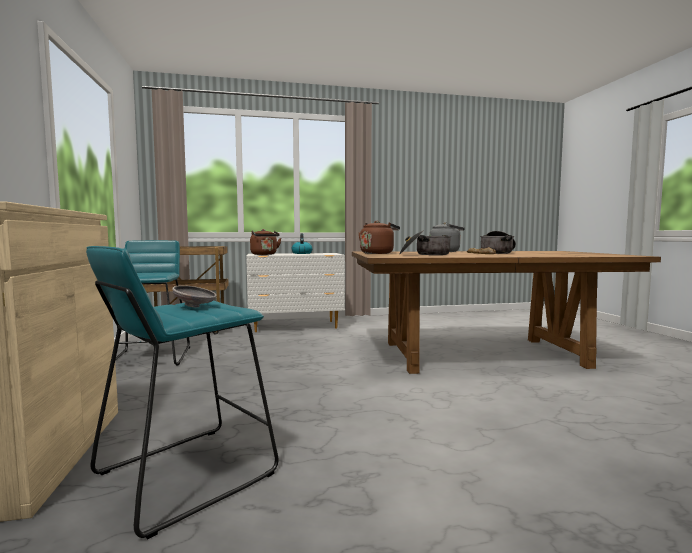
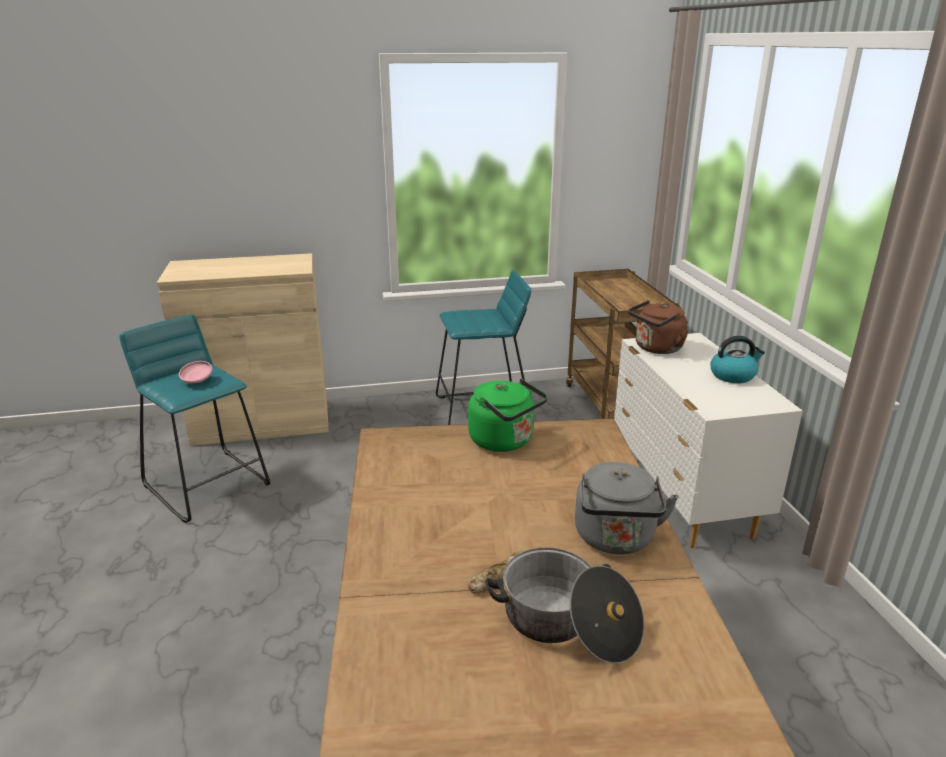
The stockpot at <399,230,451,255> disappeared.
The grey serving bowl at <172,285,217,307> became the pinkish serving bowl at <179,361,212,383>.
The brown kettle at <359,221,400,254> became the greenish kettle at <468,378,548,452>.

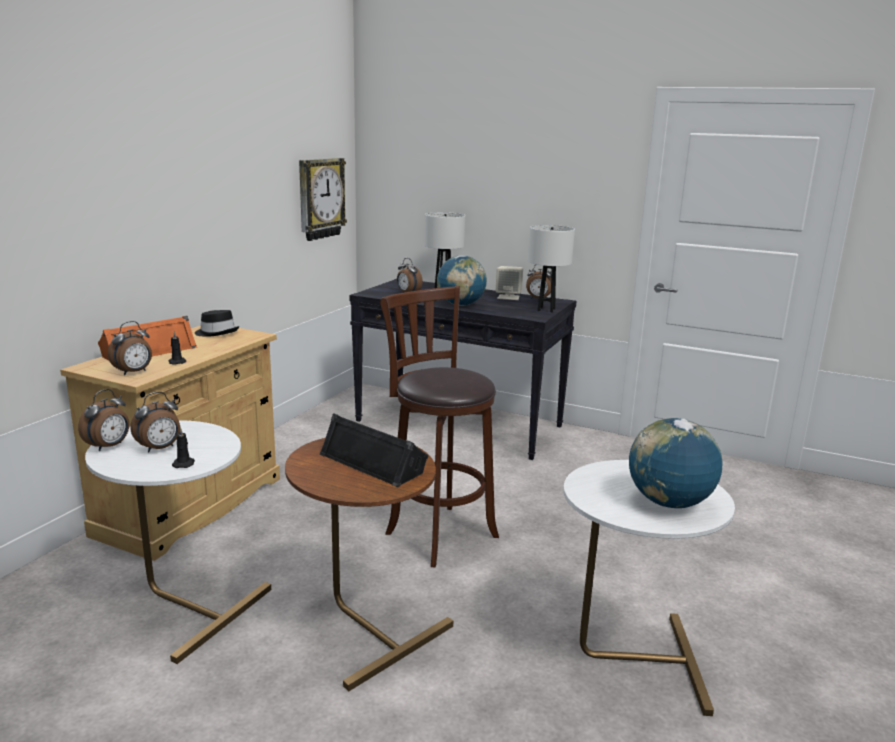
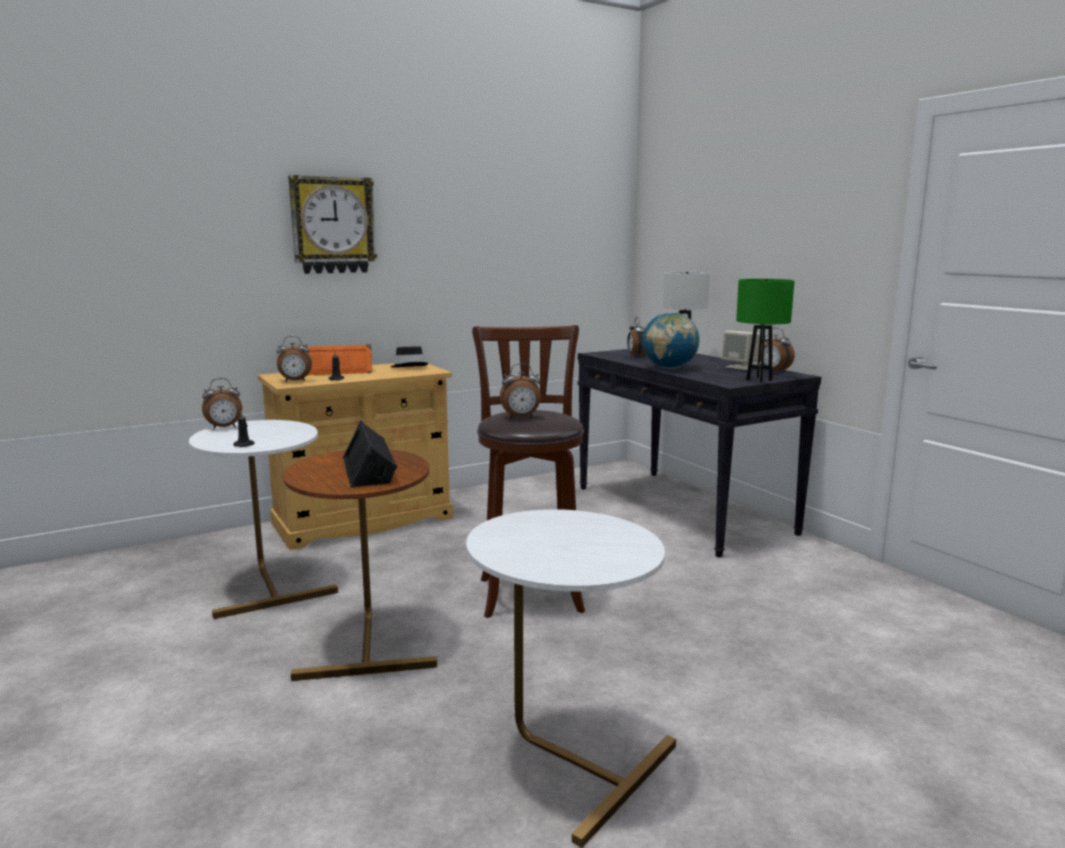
The world globe at <629,418,723,508> disappeared.
The table clock moved from <130,392,180,453> to <500,363,541,419>.
The hanging clock moved from <299,158,347,241> to <288,175,377,274>.
The white tabletop lamp at <528,225,575,313> became the greenish tabletop lamp at <736,279,795,382>.

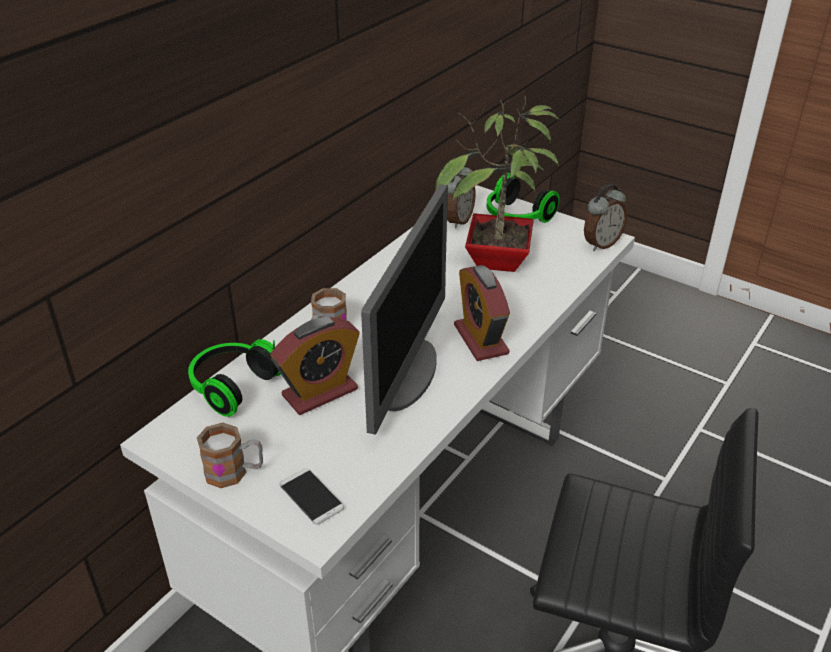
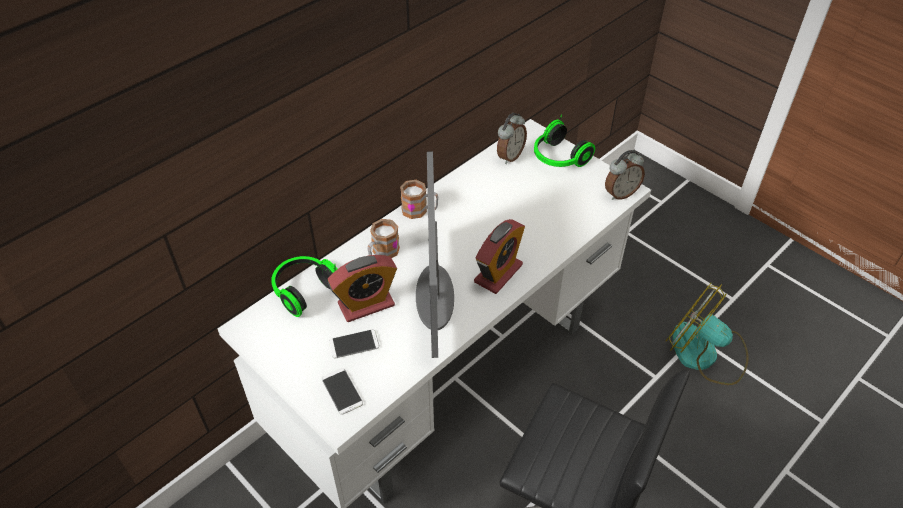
The potted plant at <435,96,561,272> disappeared.
The handset at <329,329,380,358> appeared.
The cooling fan at <666,283,749,385> appeared.
The tea mug moved from <197,423,263,488> to <400,180,438,219>.
The monitor at <361,184,448,435> turned 150 degrees clockwise.
The table clock at <454,265,510,361> turned 135 degrees counterclockwise.

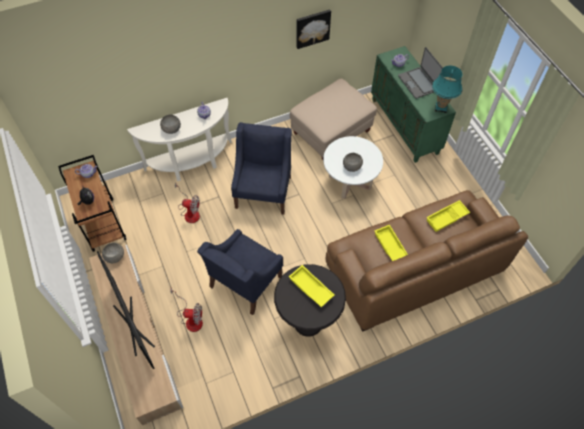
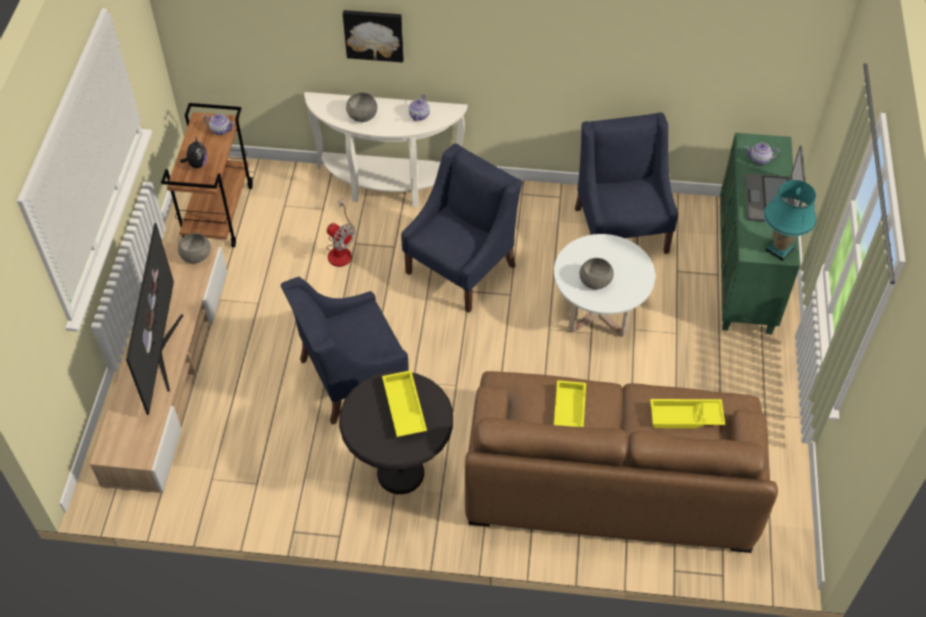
The cooling fan at <170,288,203,332> disappeared.
The picture moved from <296,9,331,49> to <343,10,404,62>.
The beige footrest at <290,78,377,160> was replaced by the bluish easy chair at <575,112,678,254>.

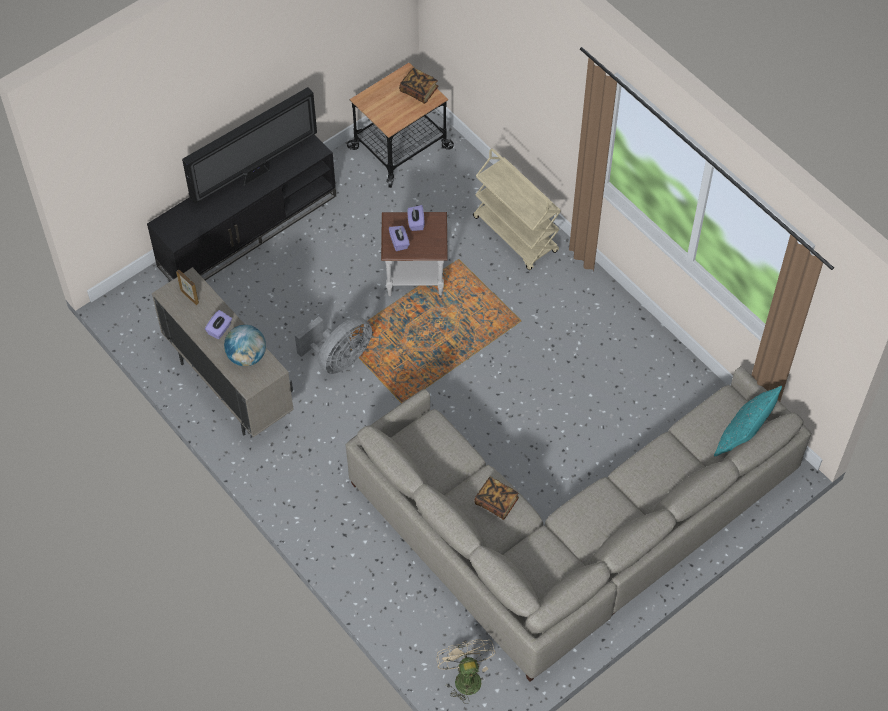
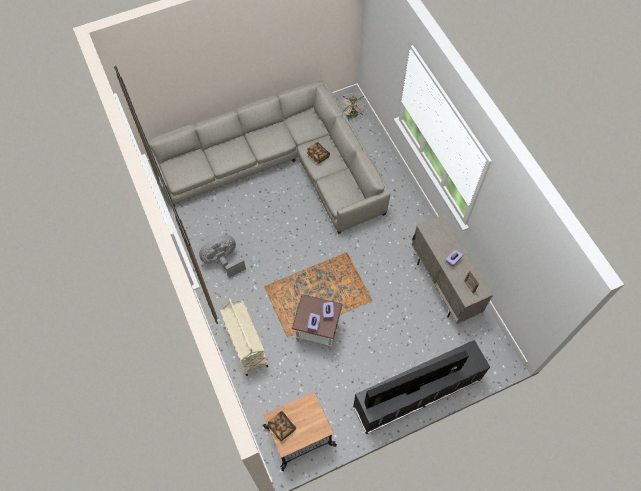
The world globe at <224,325,266,366> disappeared.
The blue-green pillow at <714,386,782,457> disappeared.
The grey cooling fan moved from <295,316,372,374> to <199,235,246,278>.

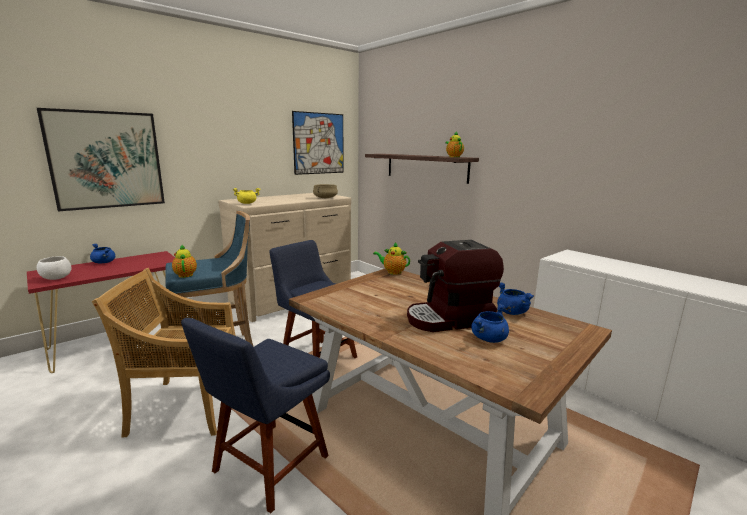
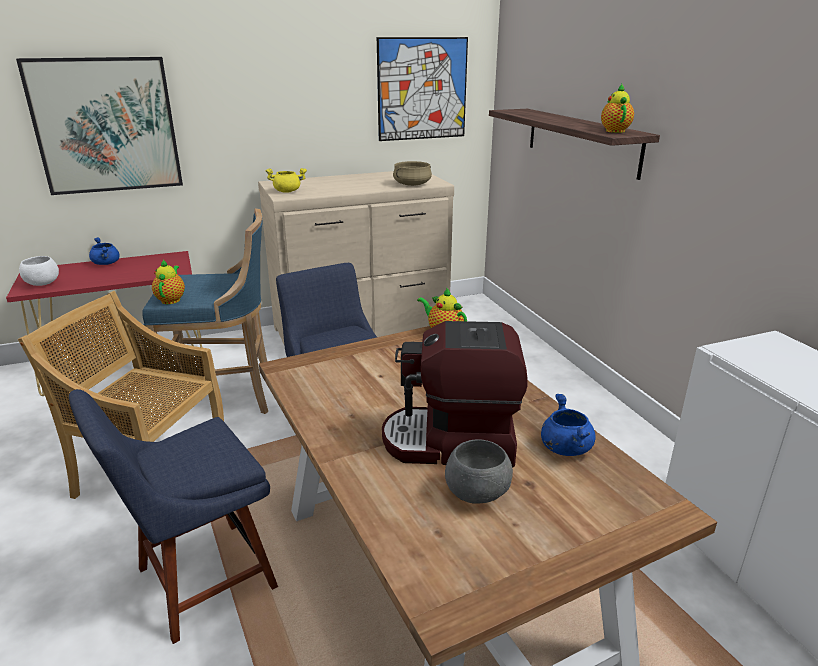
The bluish stockpot at <471,304,509,343> was replaced by the grey serving bowl at <445,439,513,503>.

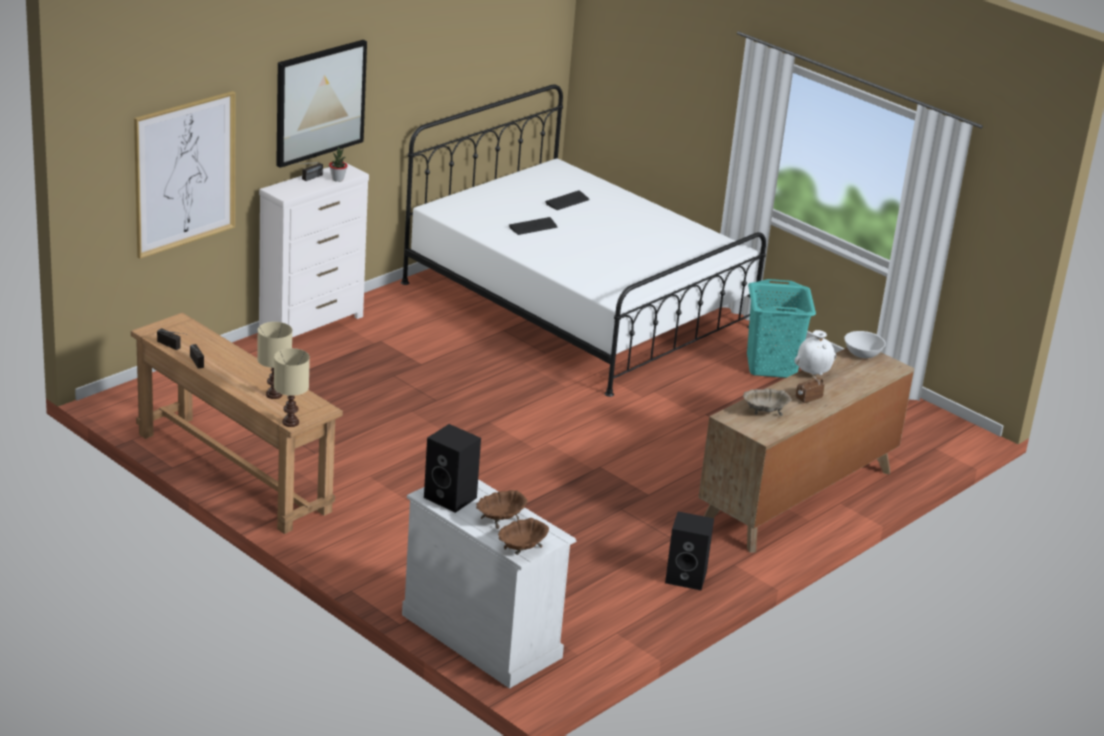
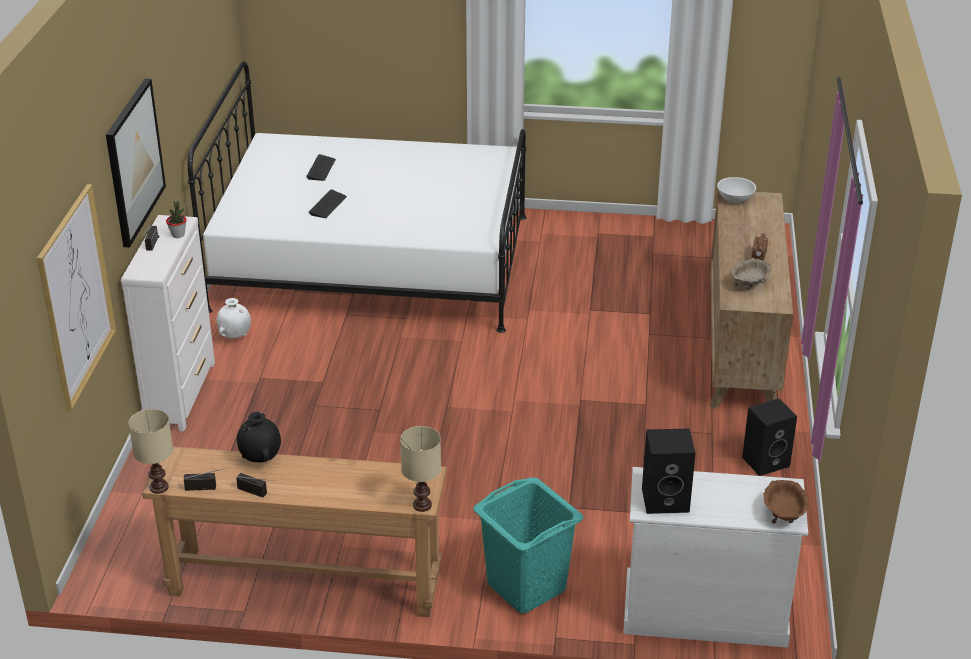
The brown serving bowl at <476,490,528,529> disappeared.
The black-coloured vase at <237,412,281,462> appeared.
The beige tabletop lamp moved from <257,322,292,399> to <128,409,173,494>.
The blue-green washing basket moved from <747,279,816,378> to <473,477,583,613>.
The white vase moved from <794,330,836,375> to <217,298,251,338>.

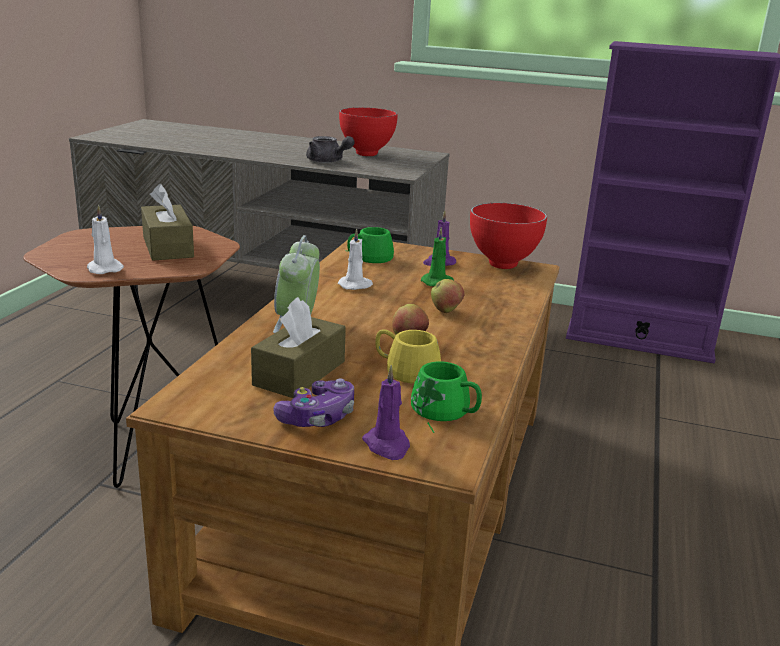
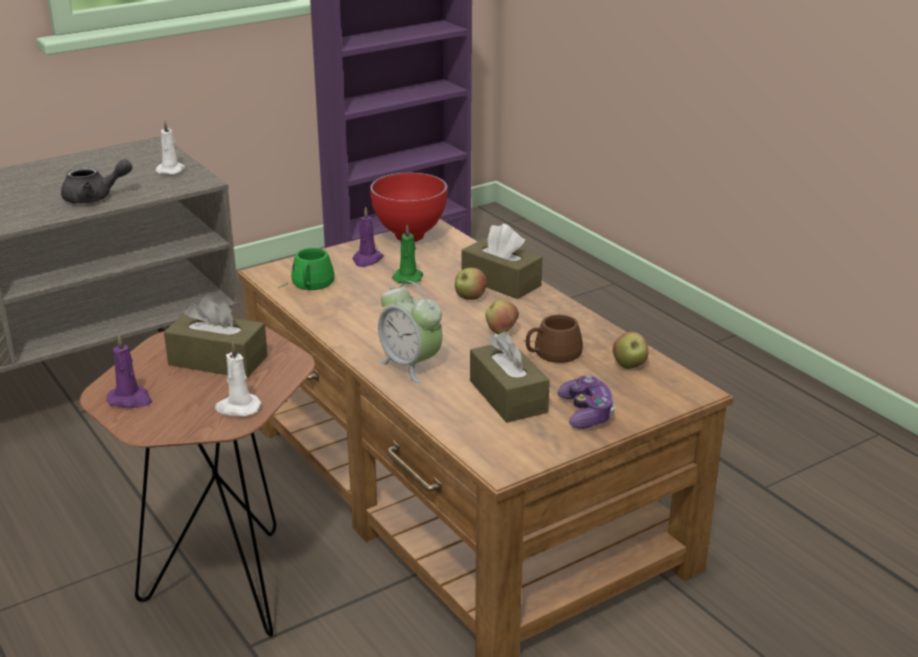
The red-coloured serving bowl at <339,107,398,156> disappeared.
The brown tissue holder at <461,223,542,299> appeared.
The white candle moved from <338,229,373,290> to <156,120,185,175>.
The purplish candle moved from <362,365,410,460> to <107,334,152,408>.
The greenish tea mug at <411,361,482,433> was replaced by the apple at <613,332,648,369>.
The yellow-coloured tea mug at <375,329,441,384> became the brown tea mug at <524,315,583,363>.

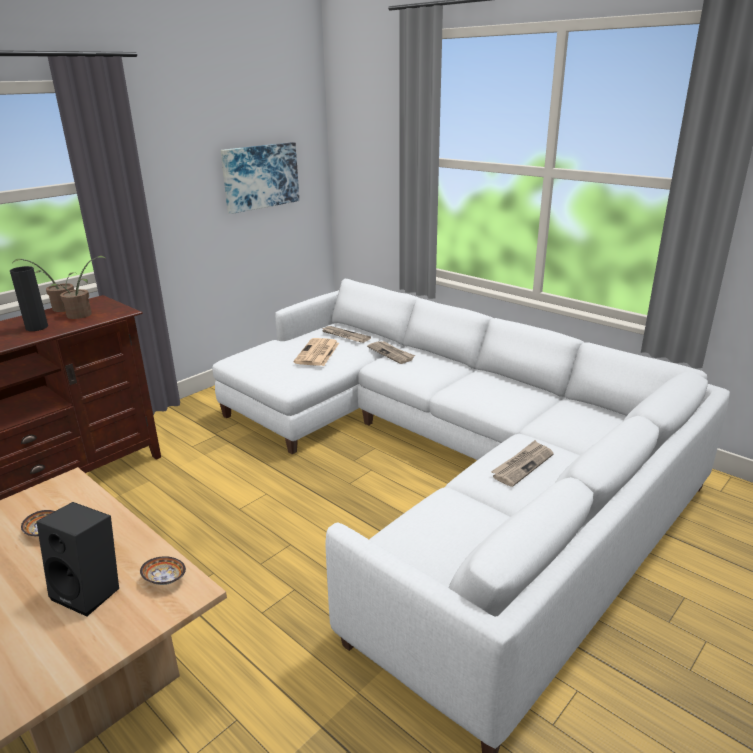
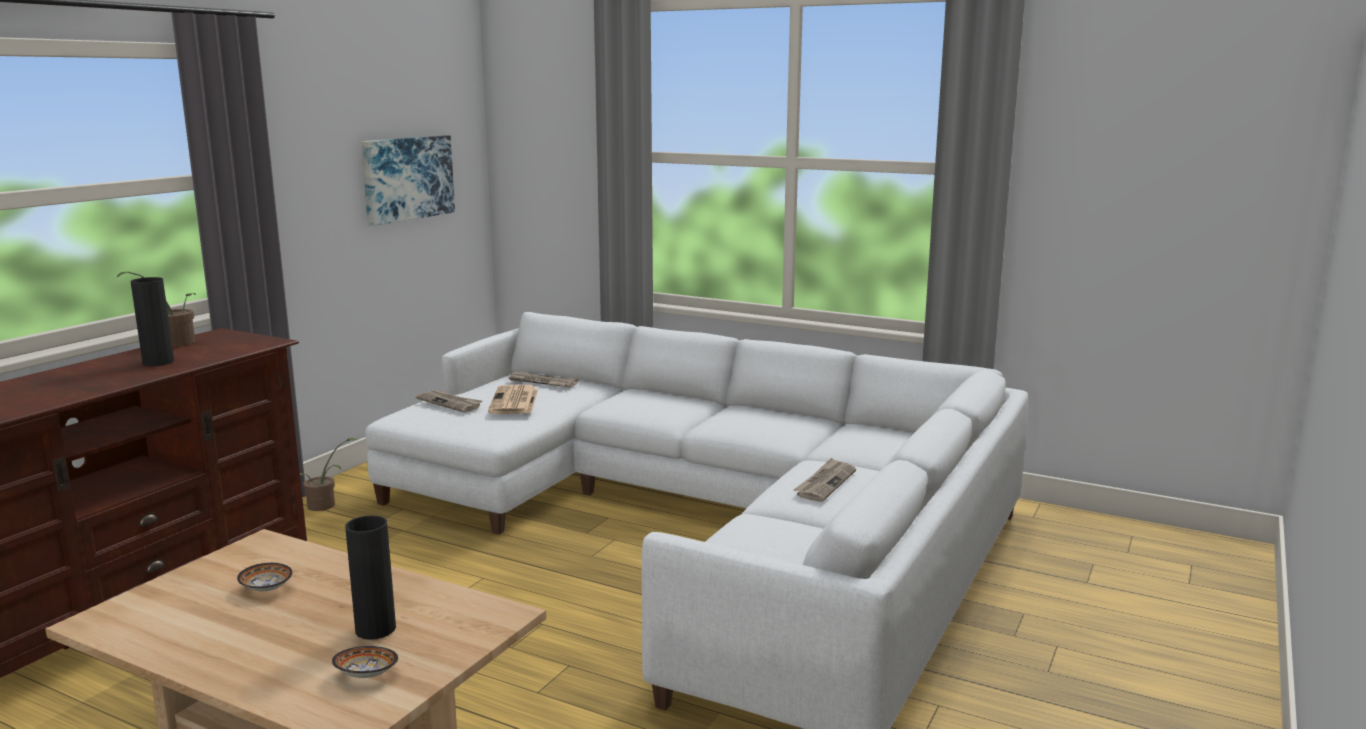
The potted plant moved from <50,256,107,319> to <300,438,356,511>.
The serving bowl moved from <140,556,186,585> to <332,646,398,678>.
The printed paper moved from <367,341,415,364> to <416,390,482,412>.
The black-coloured loudspeaker at <37,502,119,617> was replaced by the black-coloured vase at <345,515,396,640>.

